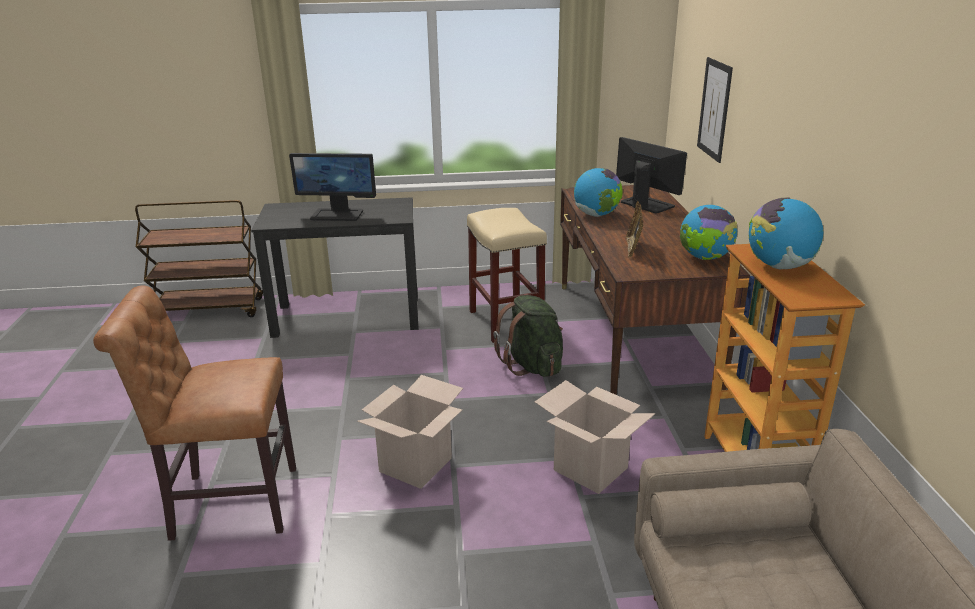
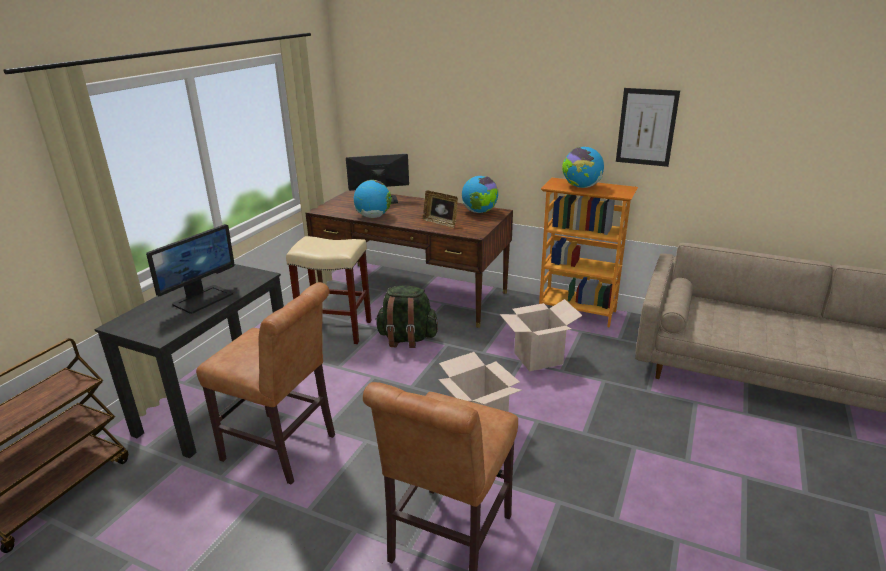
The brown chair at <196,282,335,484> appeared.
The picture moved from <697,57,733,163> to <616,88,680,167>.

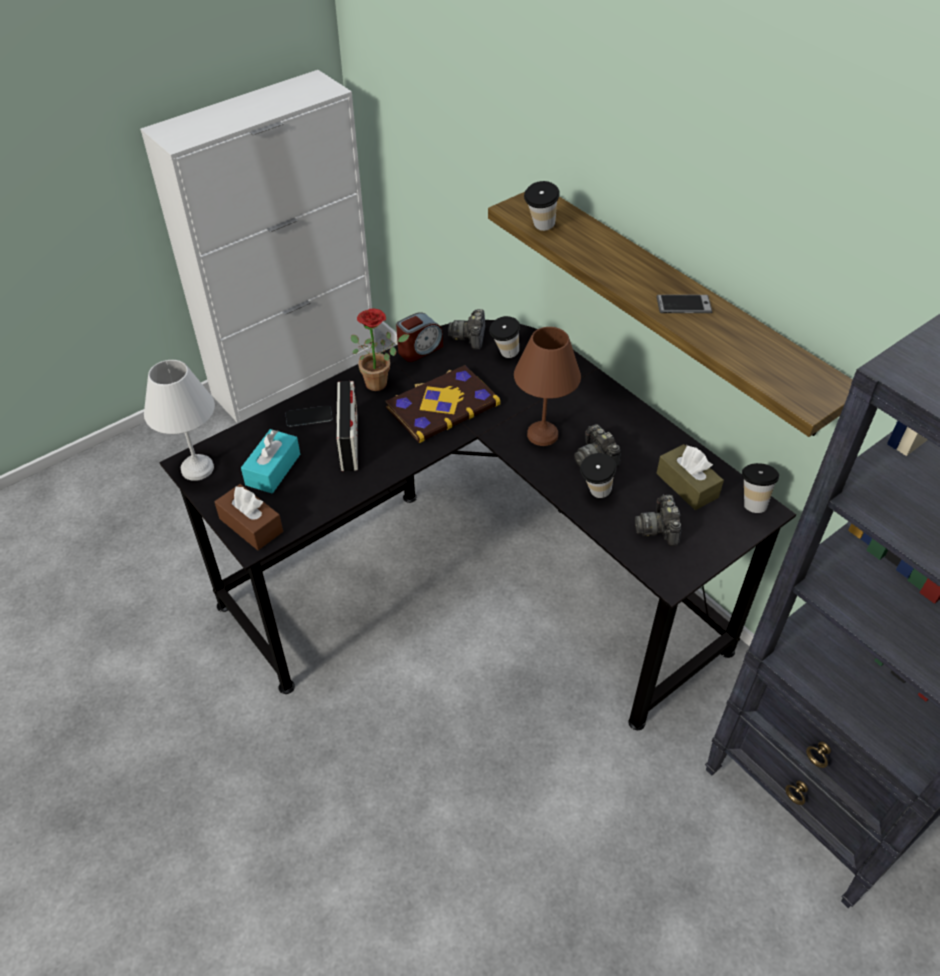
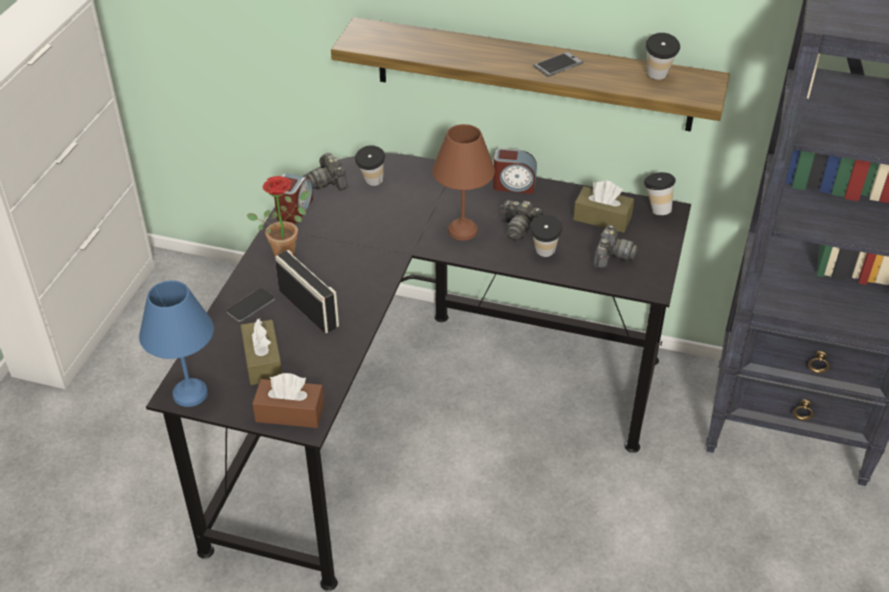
The bound book at <385,365,501,443> disappeared.
The table clock at <493,148,537,194> appeared.
The cup moved from <524,181,560,231> to <646,33,680,80>.
The white tabletop lamp at <144,360,215,481> became the bluish tabletop lamp at <139,280,214,407>.
The blue-green tissue holder at <241,429,300,493> became the brown tissue holder at <241,319,282,385>.
The still camera at <635,495,681,546> turned 120 degrees counterclockwise.

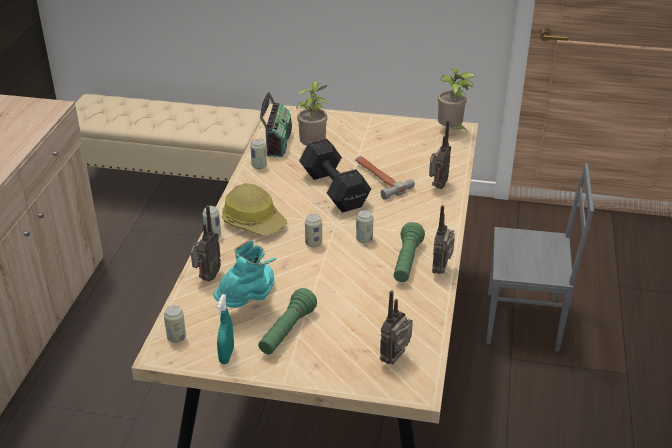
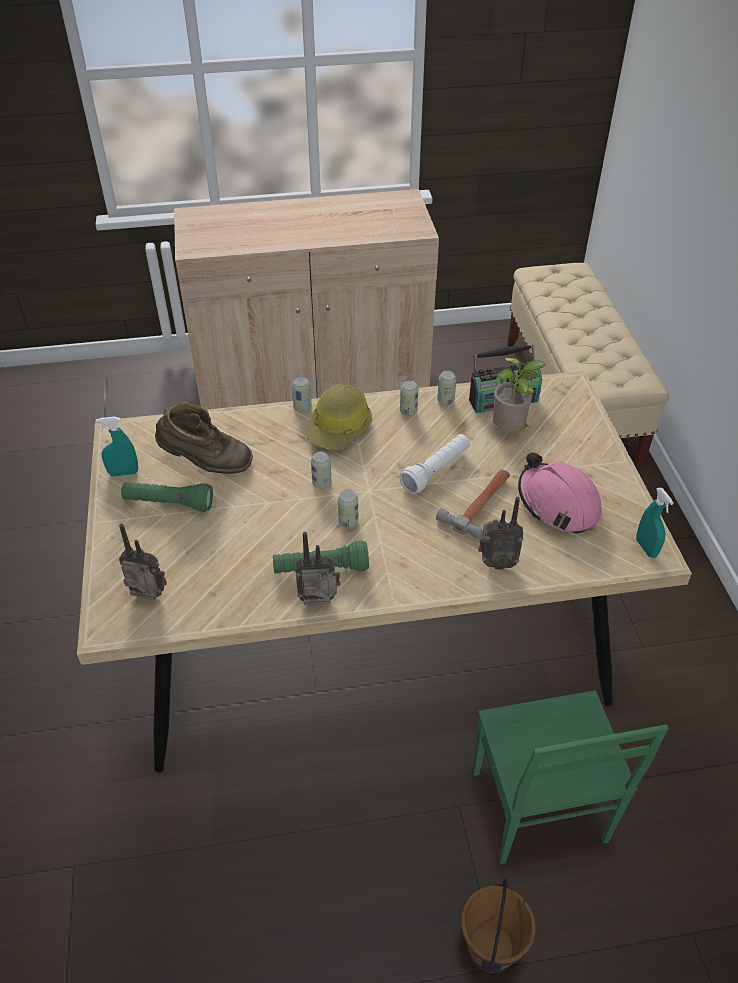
The radio at <191,205,221,281> disappeared.
The brown bucket at <461,879,535,973> appeared.
The pinkish hard hat at <518,452,602,534> appeared.
The metal can moved from <164,305,186,343> to <400,380,418,416>.
The black-coloured hand weight at <299,139,371,212> was replaced by the white torch at <400,434,470,494>.
The potted plant at <438,68,476,131> was replaced by the blue-green hand sprayer at <636,487,674,558>.
The blue-green boot at <213,240,276,308> became the brown boot at <155,402,253,474>.
The grey chair at <486,163,594,352> became the greenish chair at <473,690,669,864>.

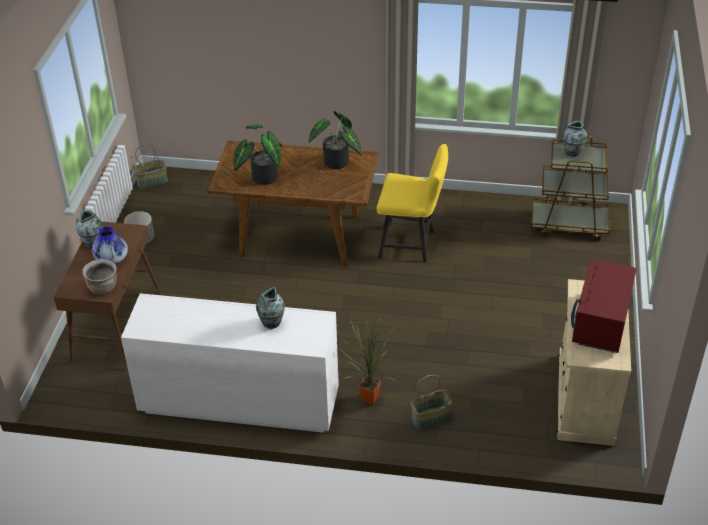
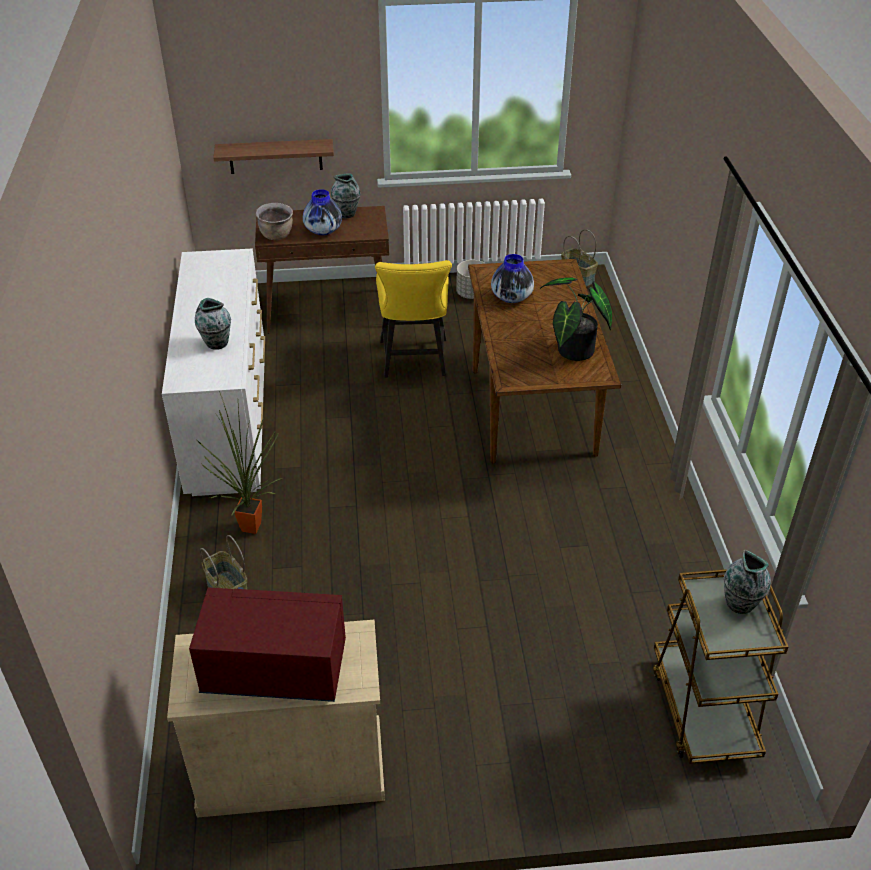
The shelf at <213,139,334,174> appeared.
The yellow-coloured chair moved from <377,144,448,262> to <375,260,452,378>.
The potted plant at <234,125,282,185> was replaced by the vase at <491,254,534,303>.

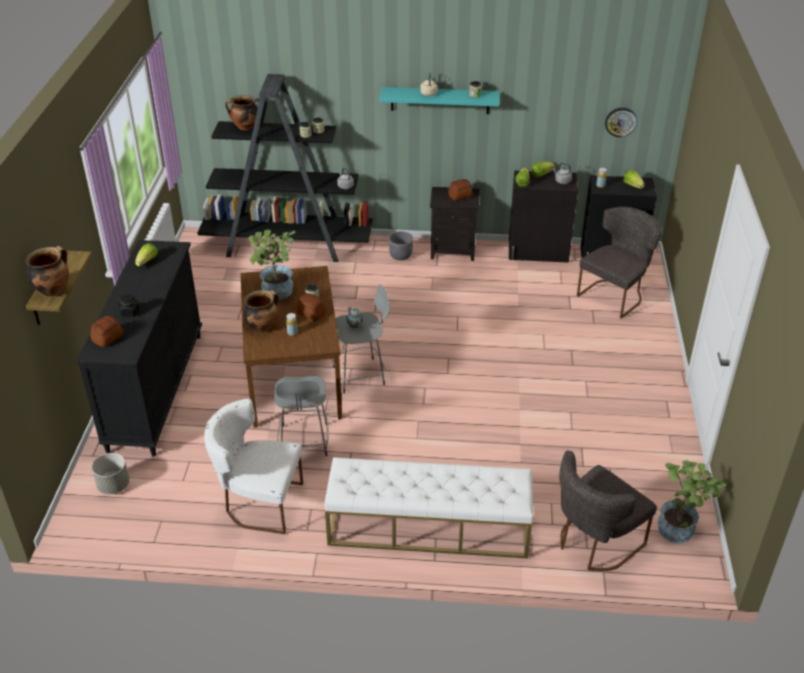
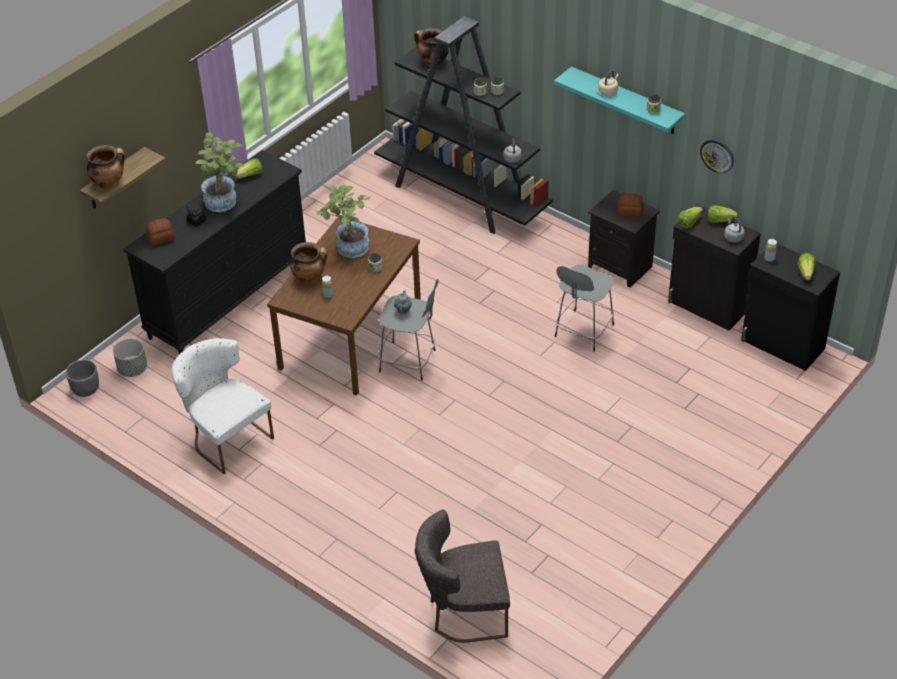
The baked bread at <297,293,326,321> disappeared.
The white long seat at <325,457,533,558> disappeared.
The grey chair at <577,207,662,319> disappeared.
The grey stool moved from <274,376,329,456> to <555,265,614,352>.
The grey planter moved from <389,231,413,260> to <66,360,99,397>.
The hanging clock moved from <605,107,637,137> to <700,139,734,173>.
The potted plant moved from <658,460,726,543> to <195,133,244,212>.

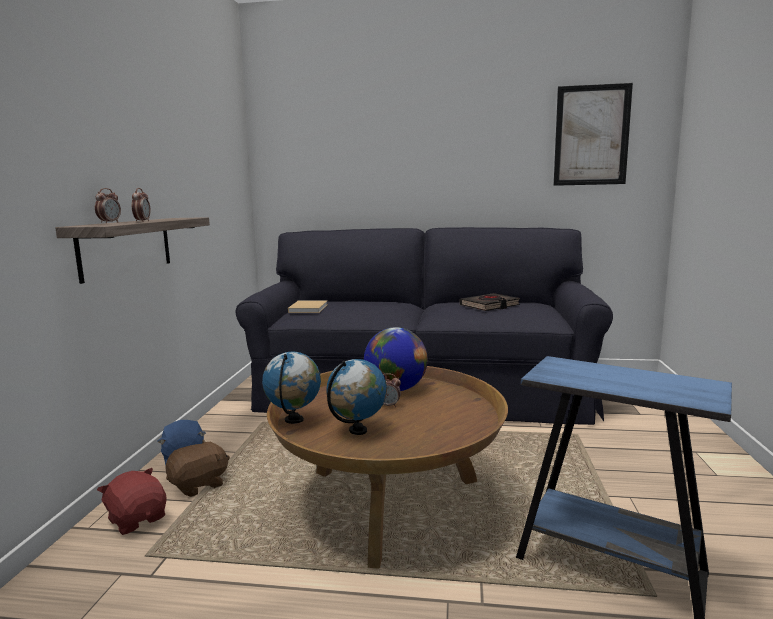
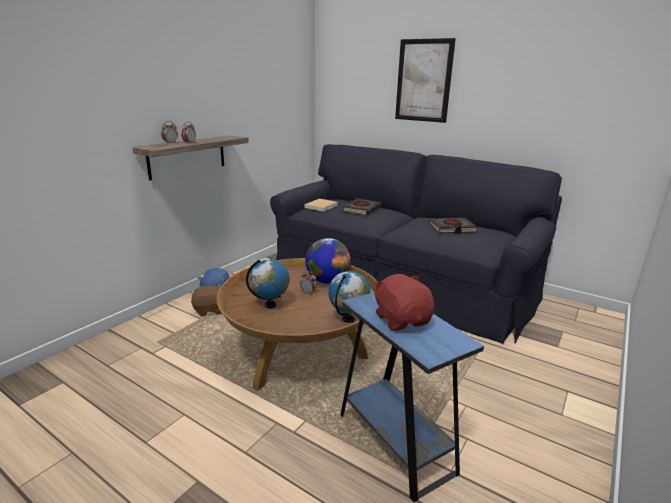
The black-coloured bound book at <343,198,381,215> appeared.
The red-coloured plush toy moved from <97,468,167,535> to <373,274,435,331>.
The world globe moved from <262,351,321,424> to <328,271,370,323>.
The picture moved from <553,83,633,186> to <395,38,456,123>.

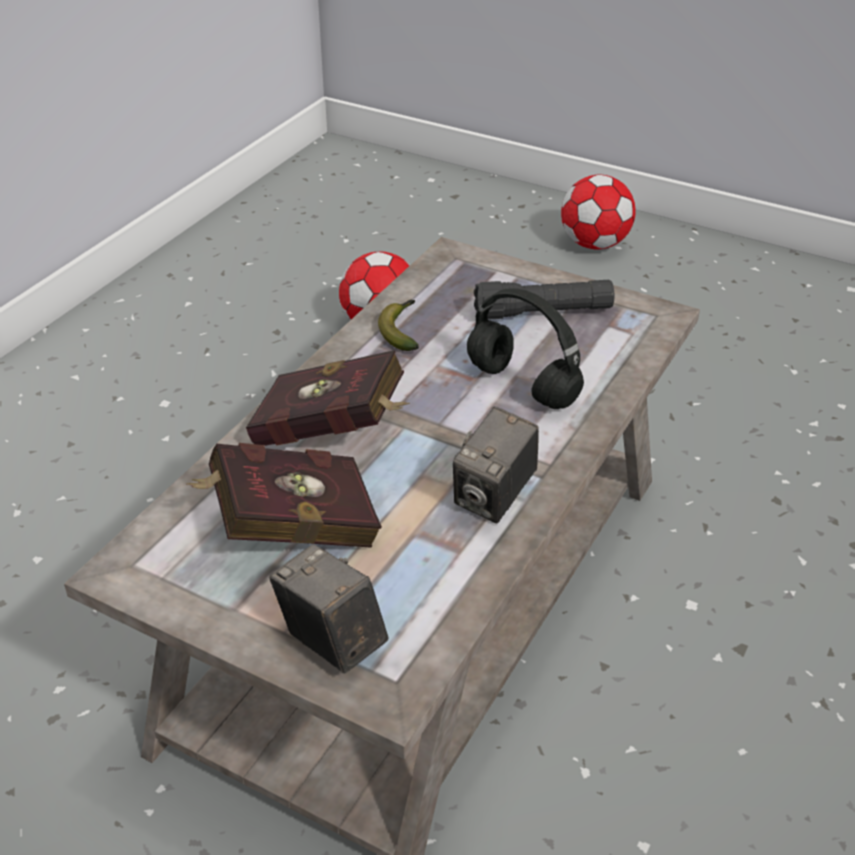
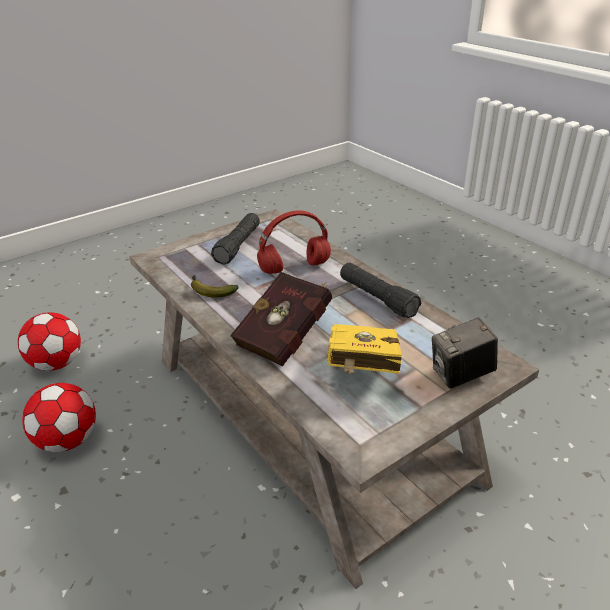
The football moved from <561,175,636,249> to <22,383,96,452>.
The still camera at <453,406,539,523> was replaced by the black-coloured torch at <340,262,421,318>.
The red-coloured bound book at <186,443,382,548> became the yellow-coloured bound book at <327,324,402,374>.
The black-coloured pair of headphones at <467,288,584,409> became the red-coloured pair of headphones at <257,211,331,274>.

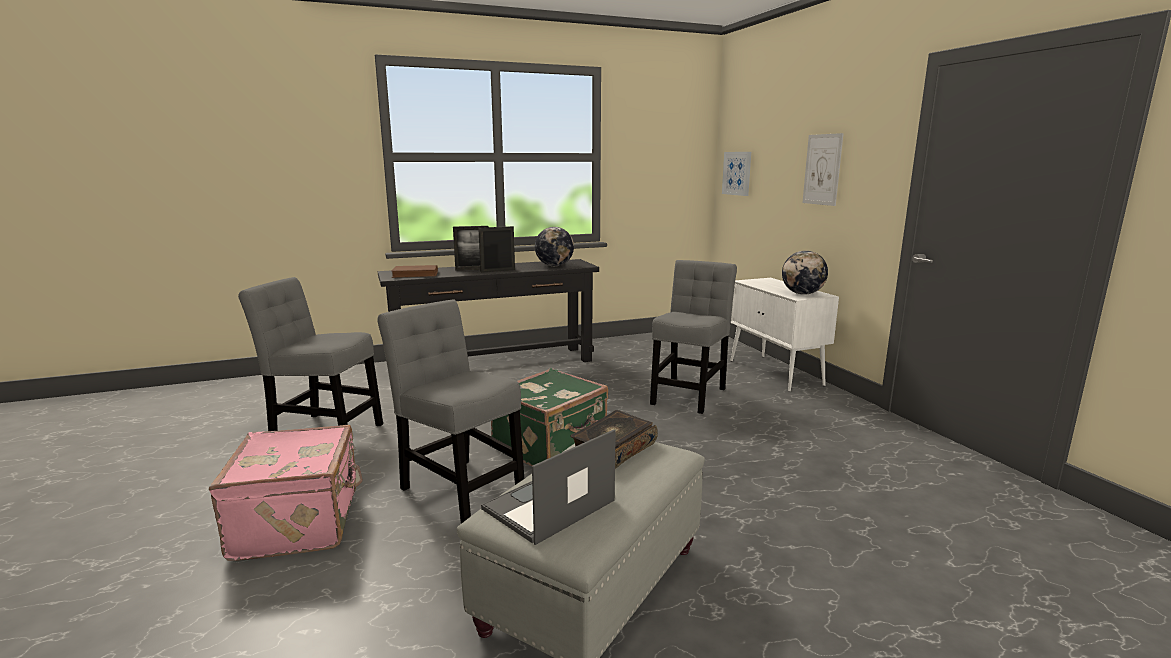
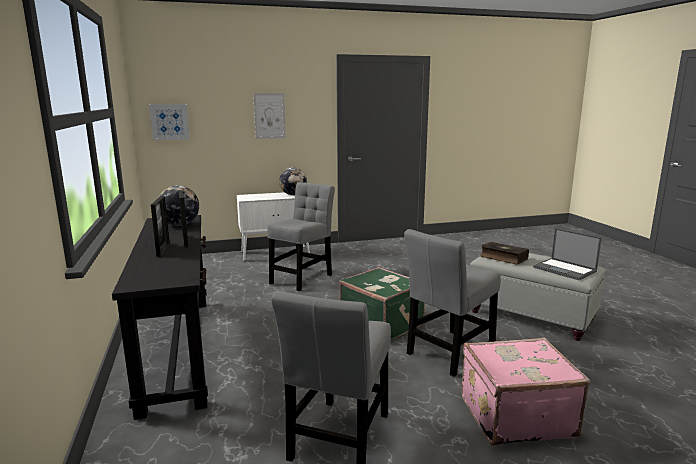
The brown bound book at <392,265,438,278> disappeared.
The grey chair at <650,260,737,414> turned 90 degrees clockwise.

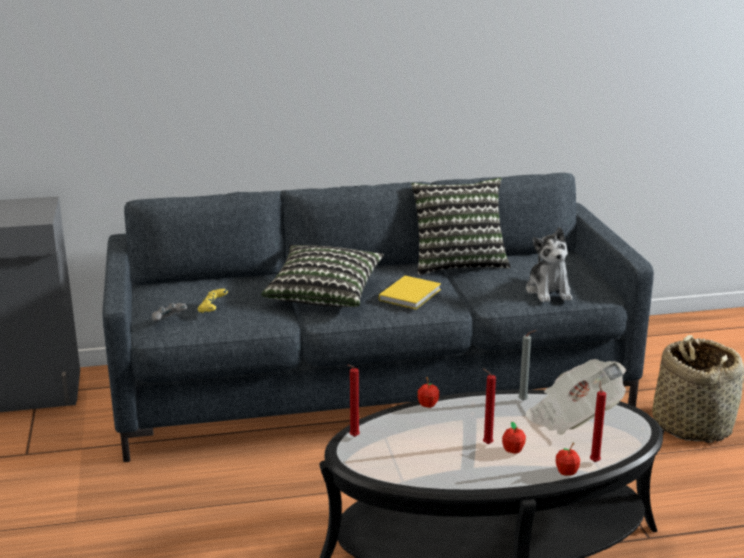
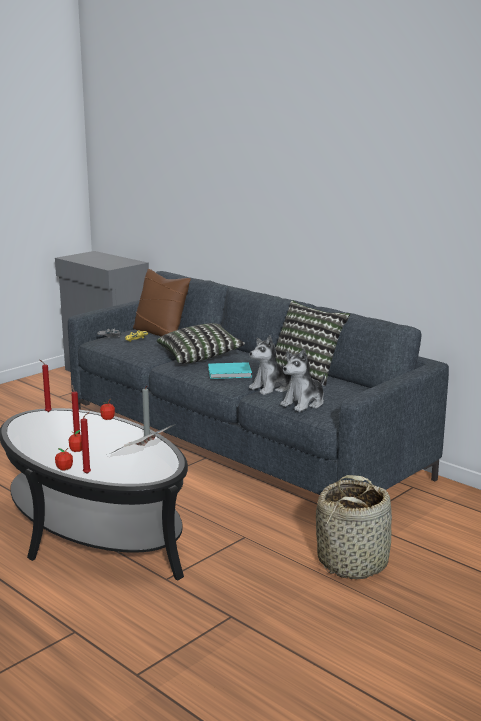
The brown pillow at <133,269,191,336> appeared.
The plush toy at <249,335,292,395> appeared.
The yellow-coloured bound book at <379,276,441,309> became the blue-green bound book at <208,362,252,379>.

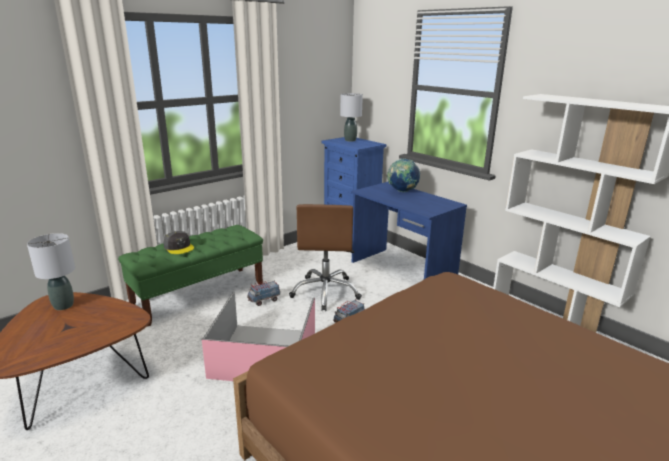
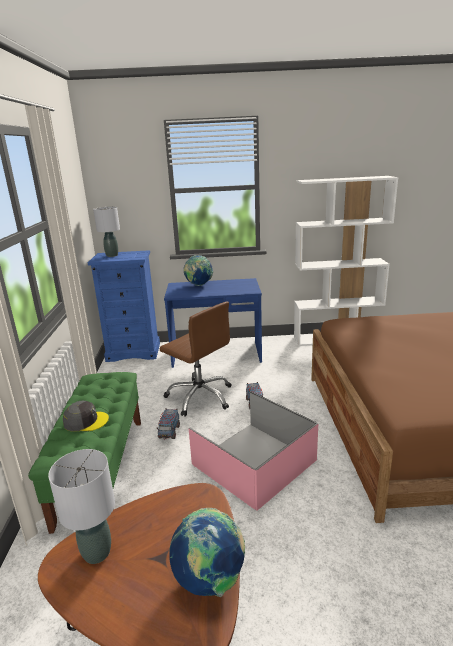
The world globe at <169,508,245,597> appeared.

